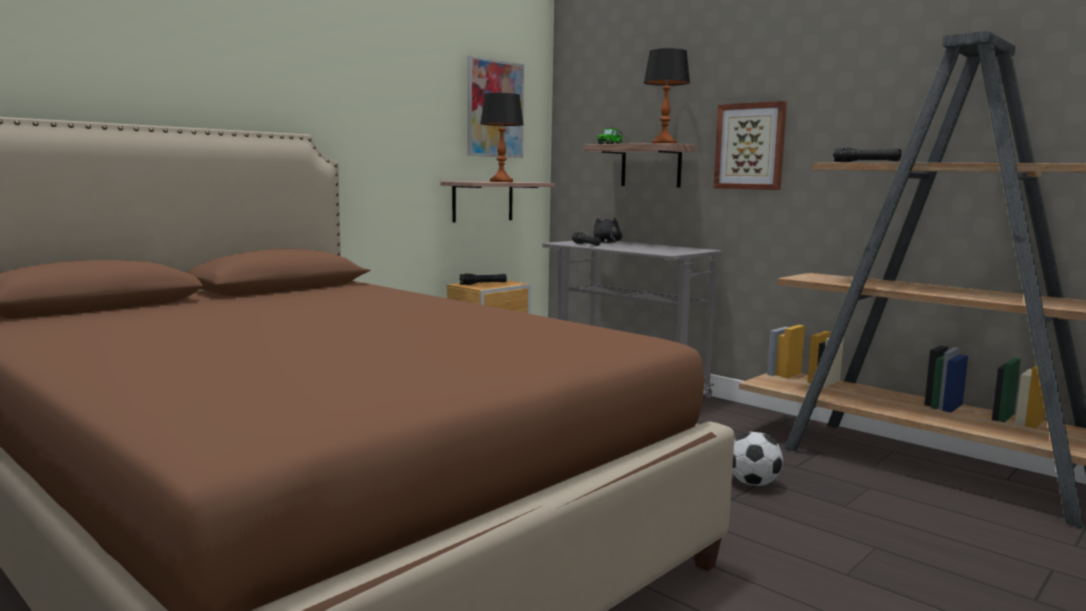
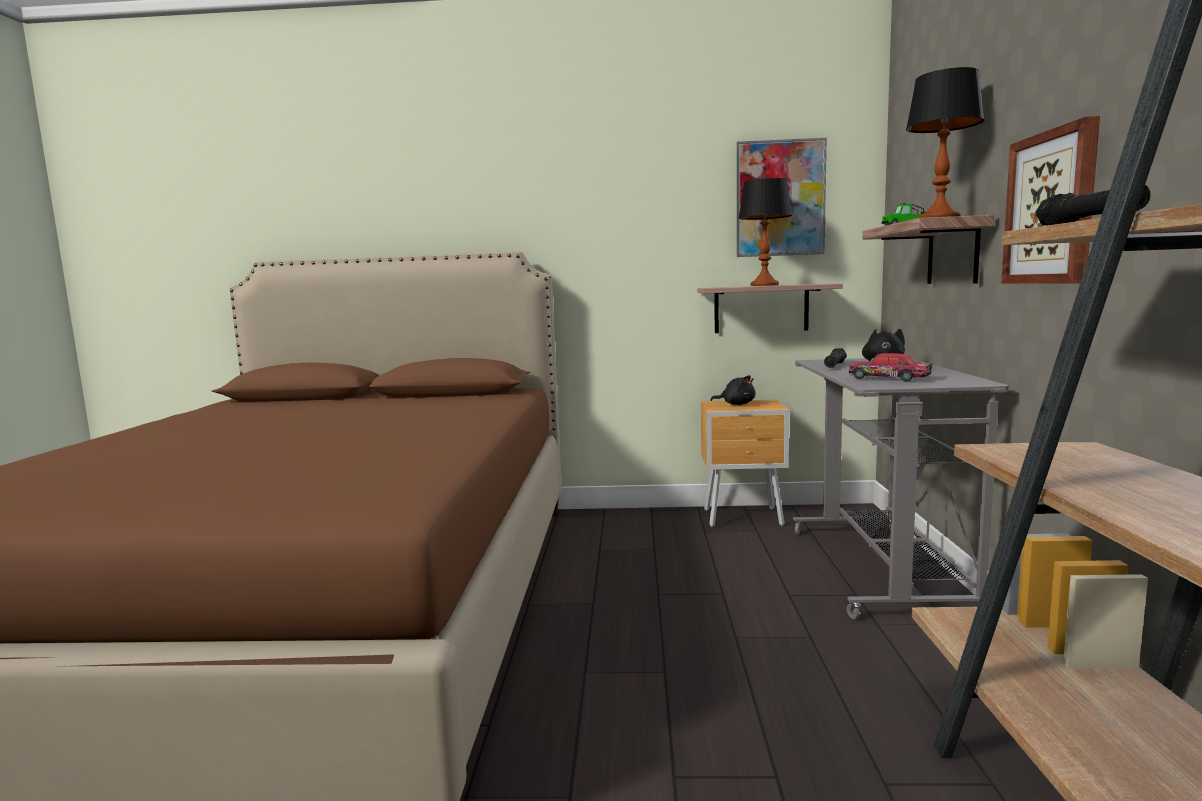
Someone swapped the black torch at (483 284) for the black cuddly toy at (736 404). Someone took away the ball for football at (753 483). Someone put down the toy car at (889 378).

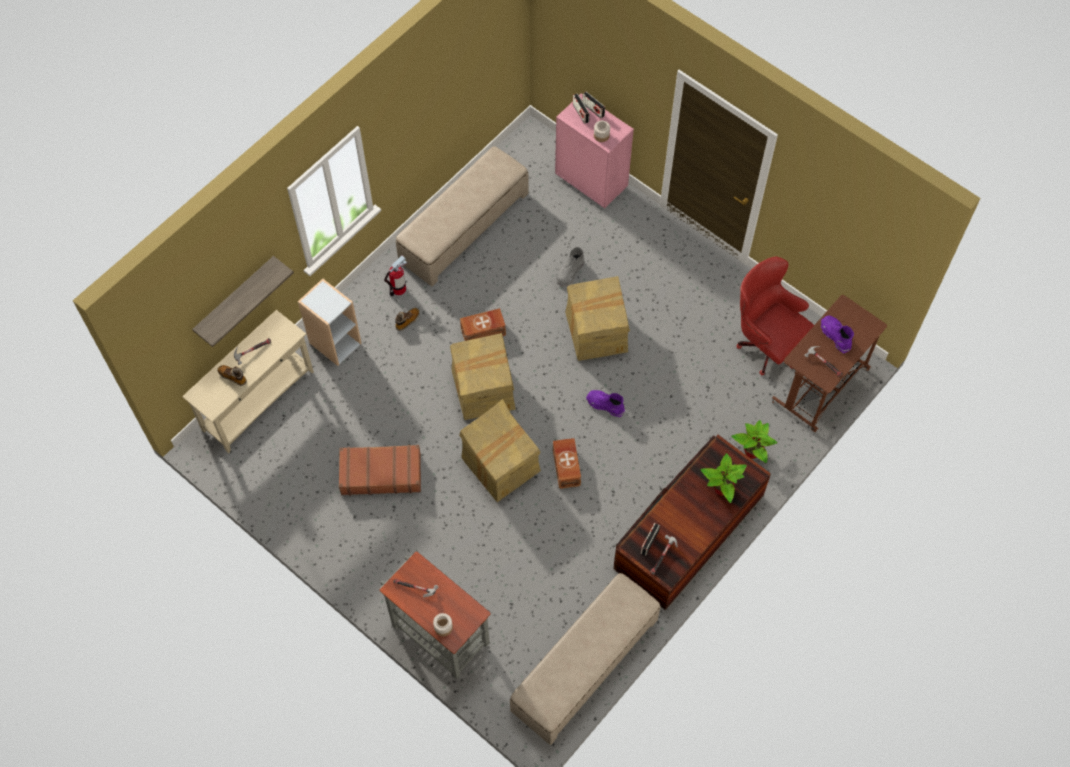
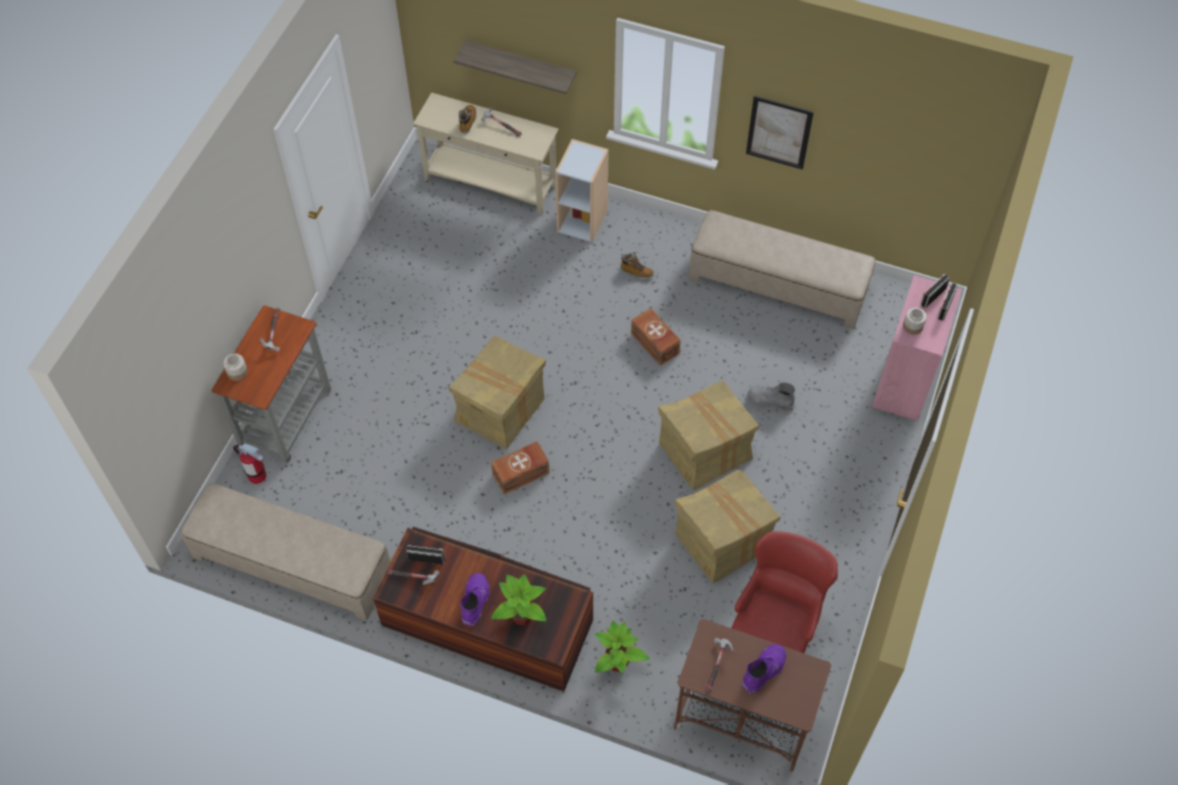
Someone carried the fire extinguisher from (398 289) to (256 475). Someone carried the cardboard box from (483 390) to (722 541). Someone carried the purple boot from (605 405) to (475 601). Someone took away the brown-coloured suitcase at (380 473). Someone put up the picture at (779 132).

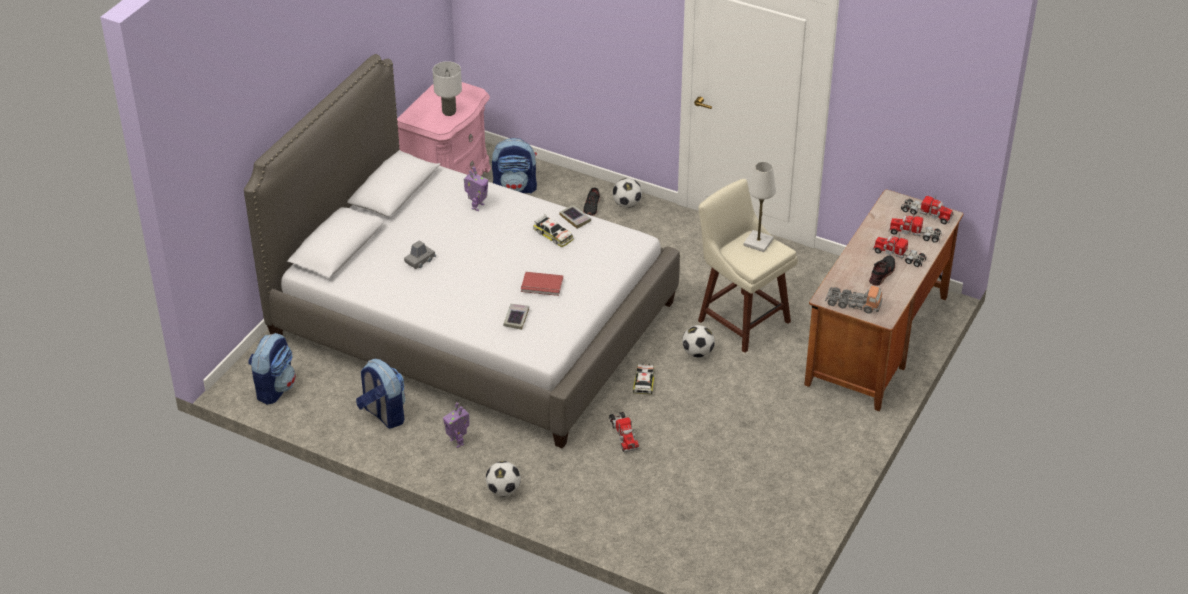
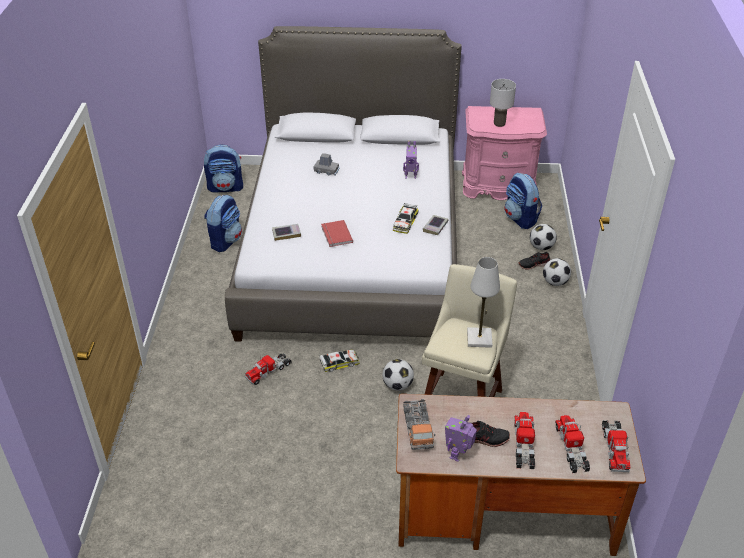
Someone carried the robot figure from (458 442) to (458 455). Someone carried the ball for football from (503 490) to (541 247).

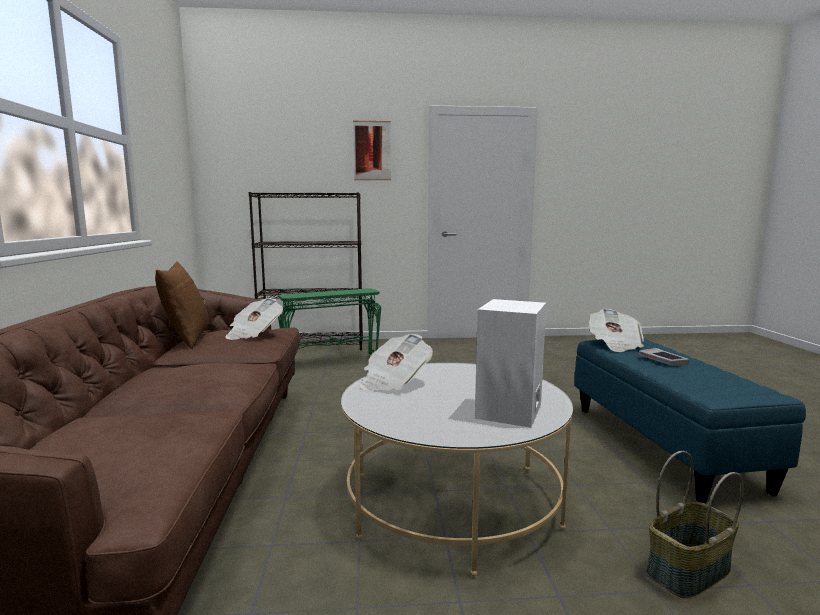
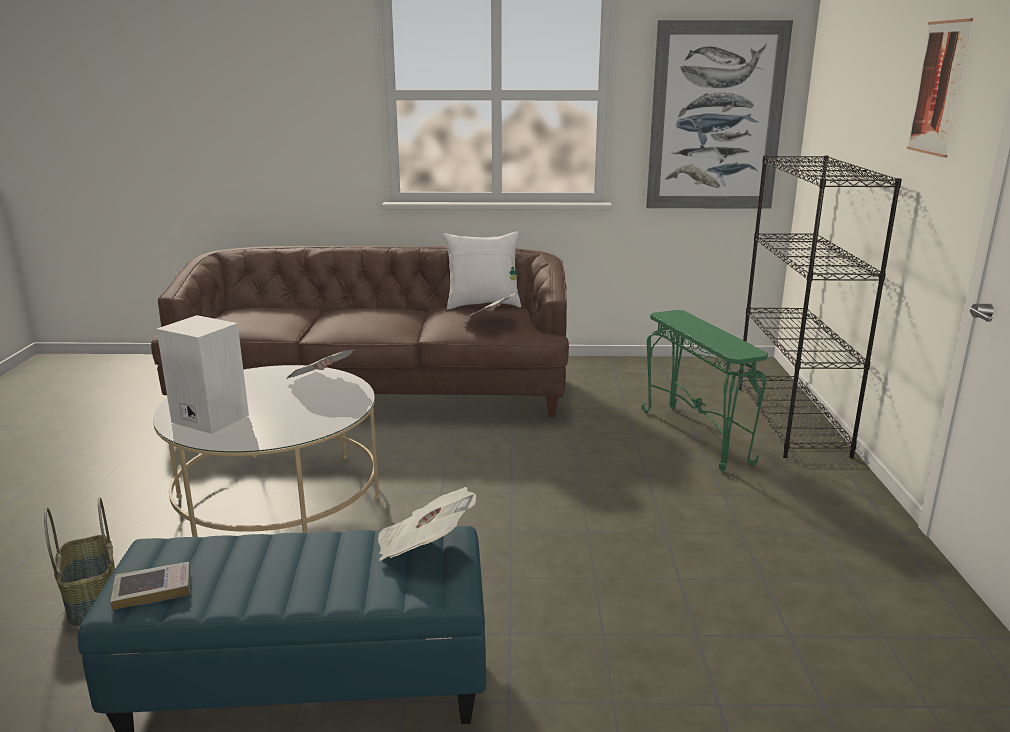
Someone repainted the brown-coloured cushion at (187 339), which became the whitish cushion at (483 305). Someone carried the book from (662 360) to (153 590). Someone put up the picture at (716 117).

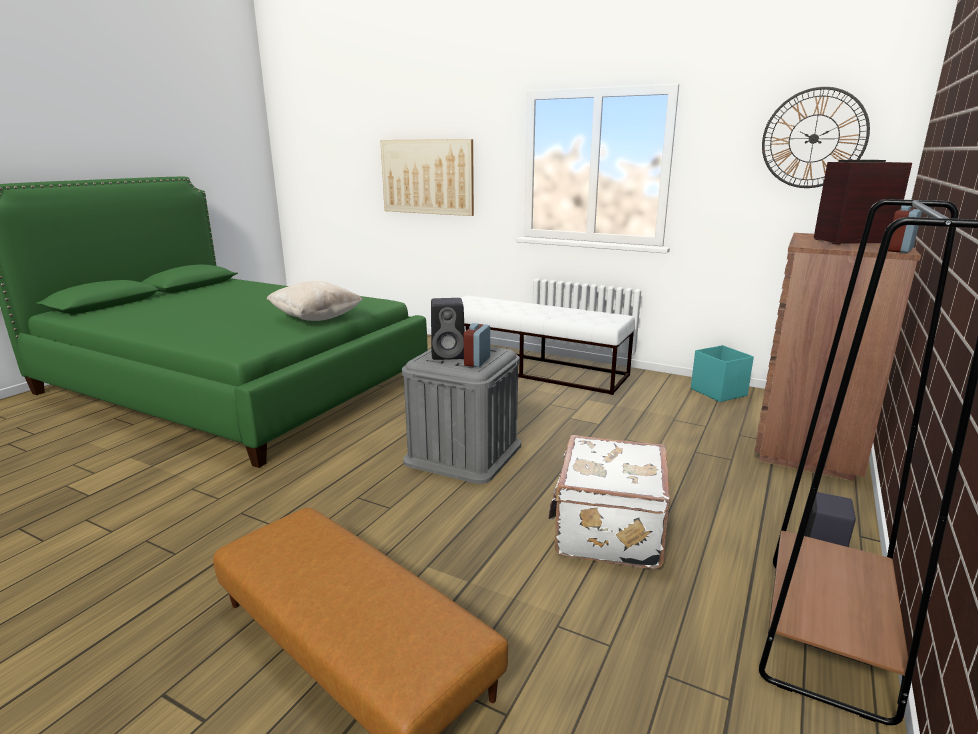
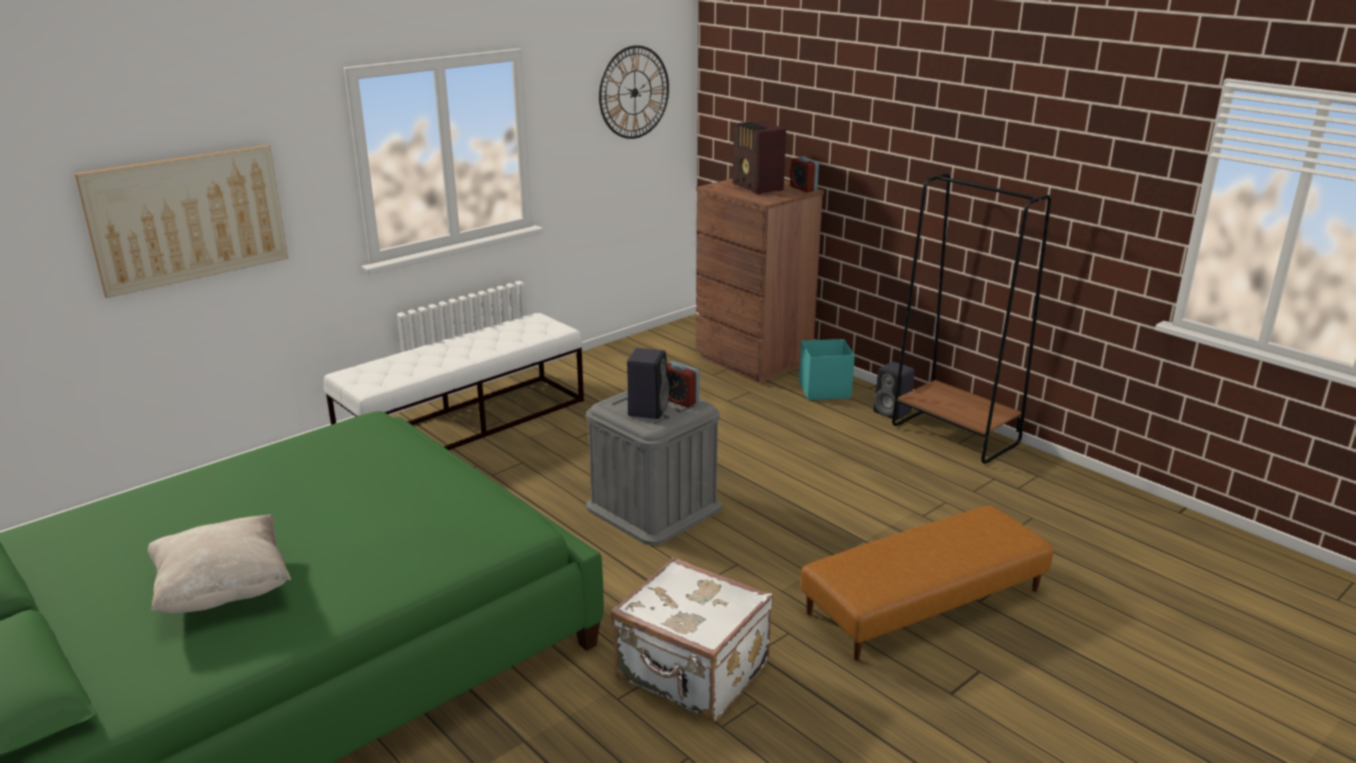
Someone rotated the radio set at (850 241) by 45 degrees counterclockwise. Someone carried the beige cushion from (316 319) to (223 591). Someone carried the turquoise storage bin from (718 392) to (823 390). Someone carried the whitish suitcase from (606 531) to (691 673).

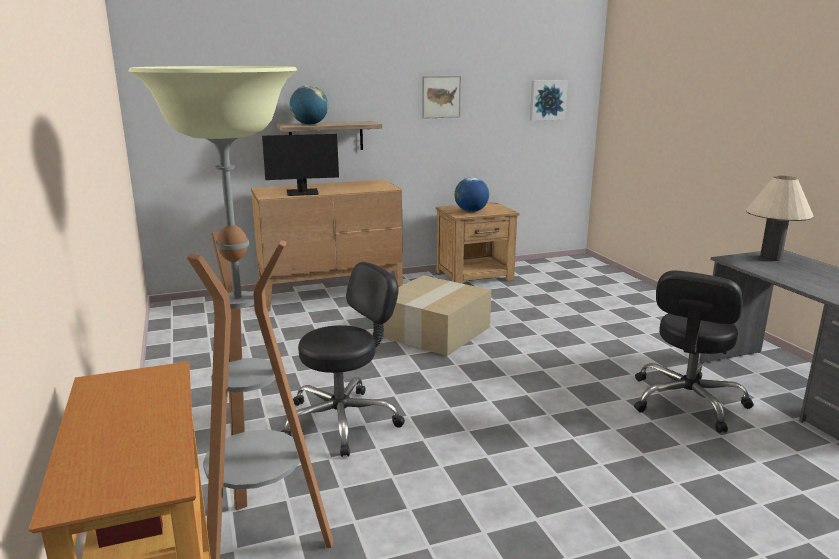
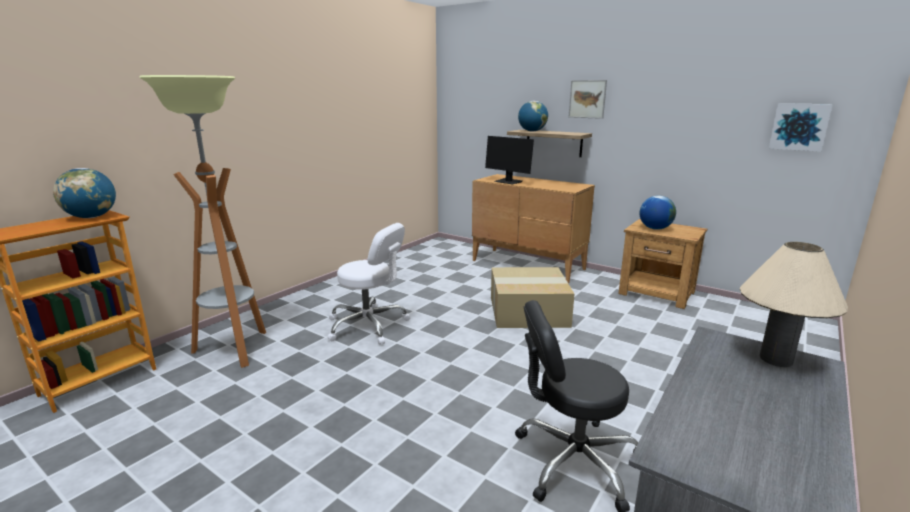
Someone carried the picture from (441 97) to (587 99). Someone repainted the black desk chair at (345 420), which became the whitish desk chair at (371 326). Someone put down the desk globe at (91 217).

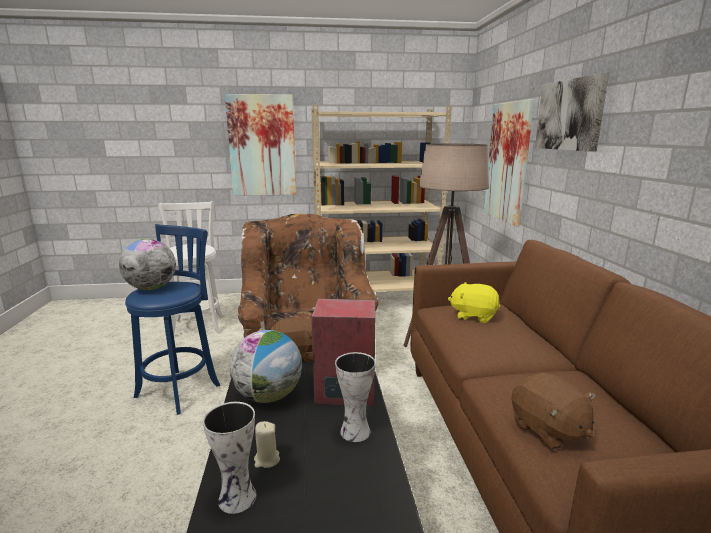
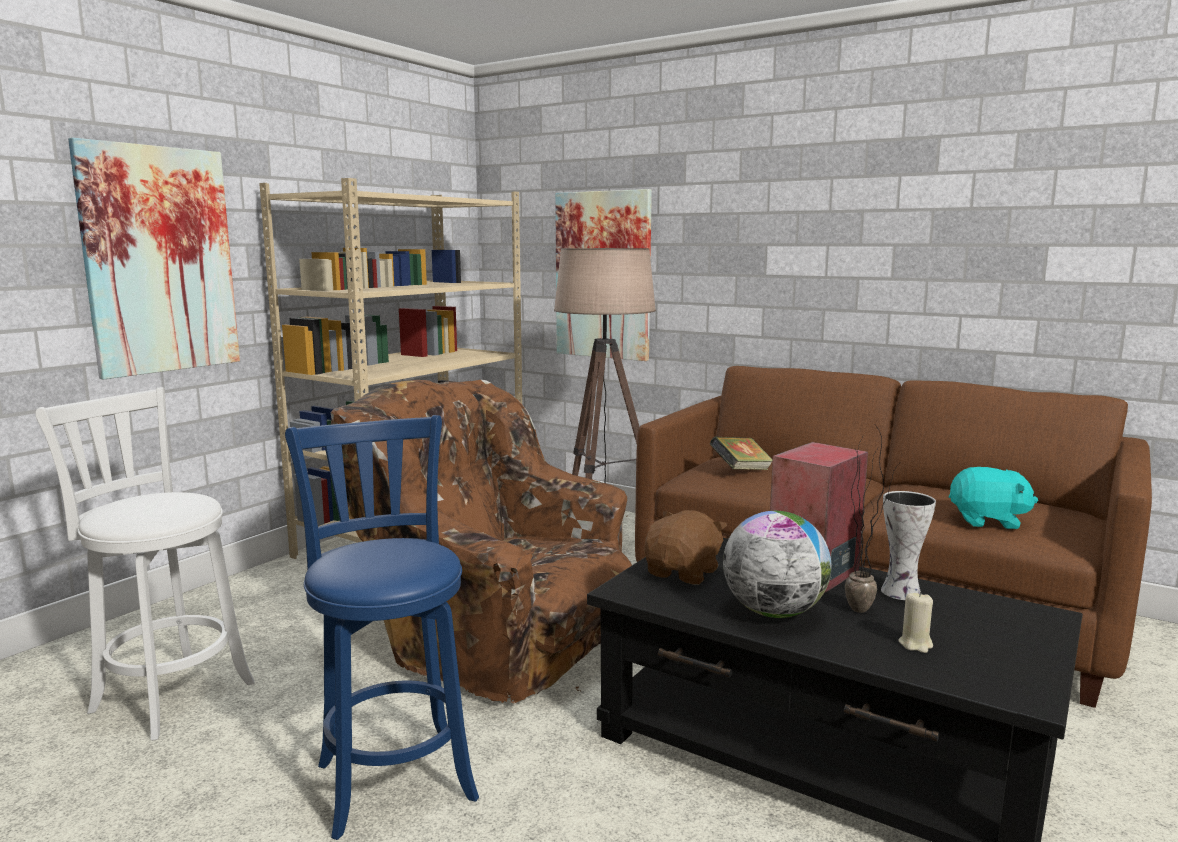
Someone took away the picture at (569 115). Someone took away the desk globe at (151 288). Someone swapped the yellow-coloured cuddly toy at (473 316) for the book at (741 471). Someone repainted the brown-coloured cuddly toy at (548 430), which became the turquoise cuddly toy at (988 521). Someone took away the flower vase at (239 498). Someone put down the houseplant at (865 607).

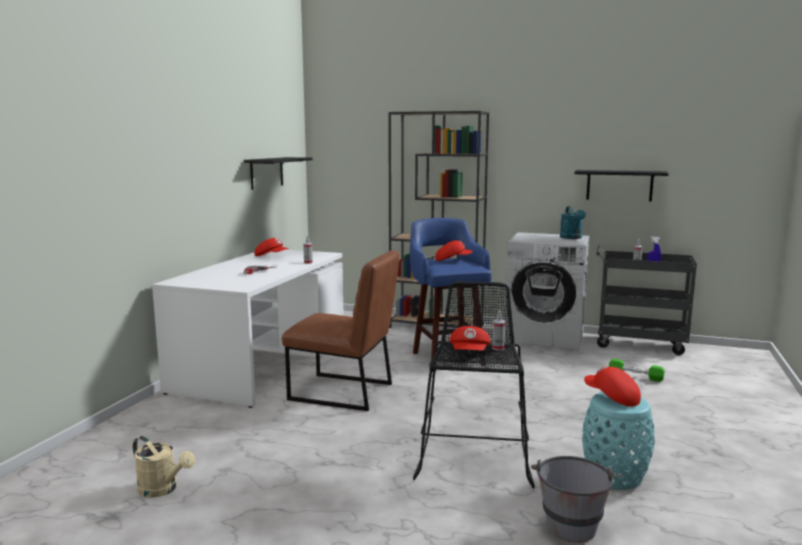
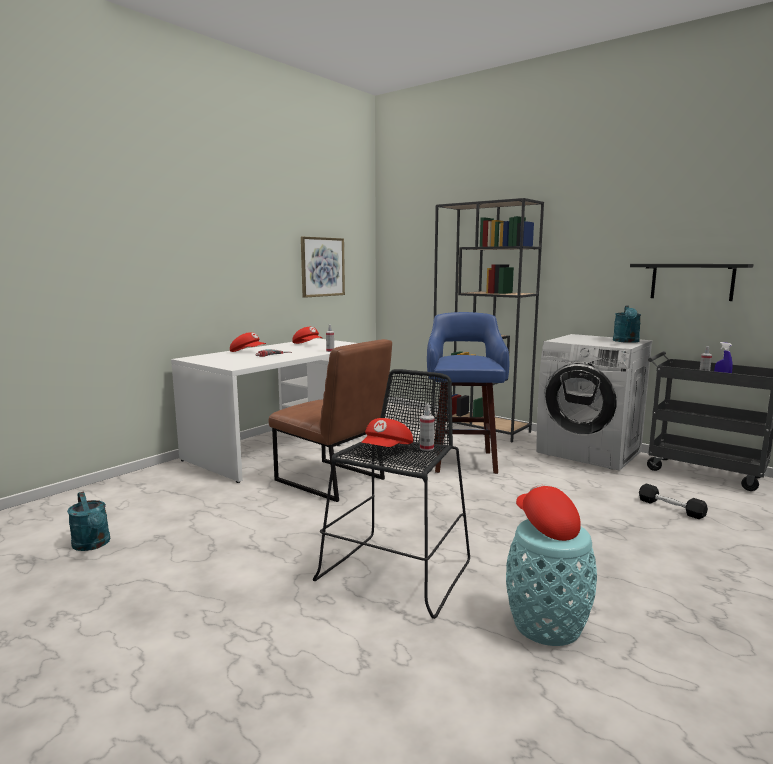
Someone swapped the black shelf at (266 173) for the picture at (322 267). Someone carried the red peaked cap from (452 260) to (248 352). Someone repainted the green-coloured dumbbell at (635 376), which became the black dumbbell at (670 508). Someone repainted the beige watering pot at (163 489), which became the turquoise watering pot at (93 545). Someone took away the gray water bucket at (570 522).

